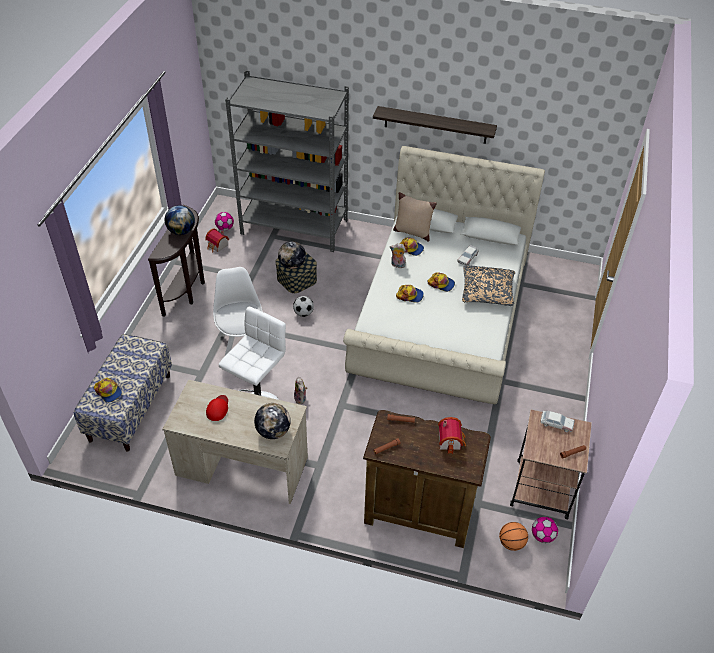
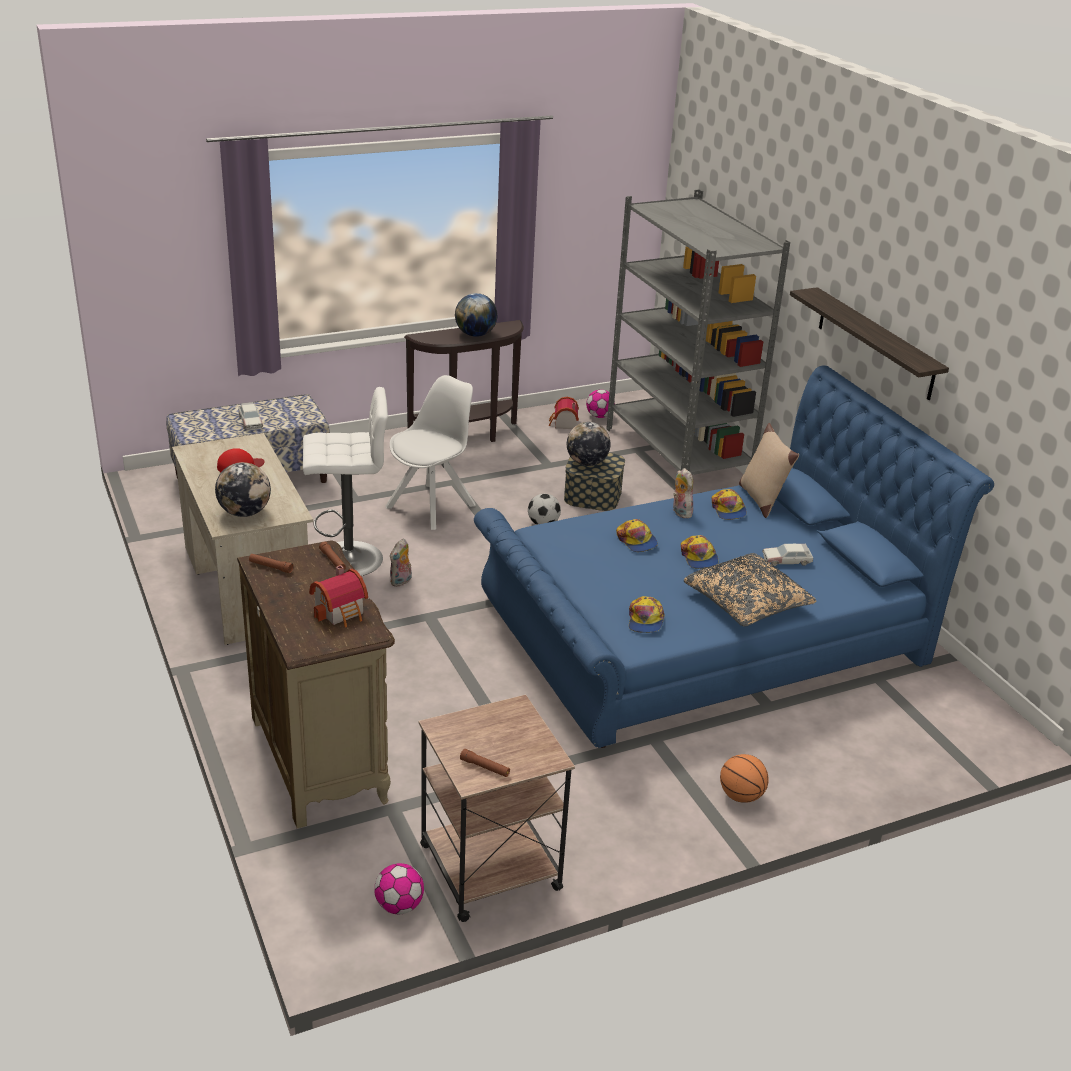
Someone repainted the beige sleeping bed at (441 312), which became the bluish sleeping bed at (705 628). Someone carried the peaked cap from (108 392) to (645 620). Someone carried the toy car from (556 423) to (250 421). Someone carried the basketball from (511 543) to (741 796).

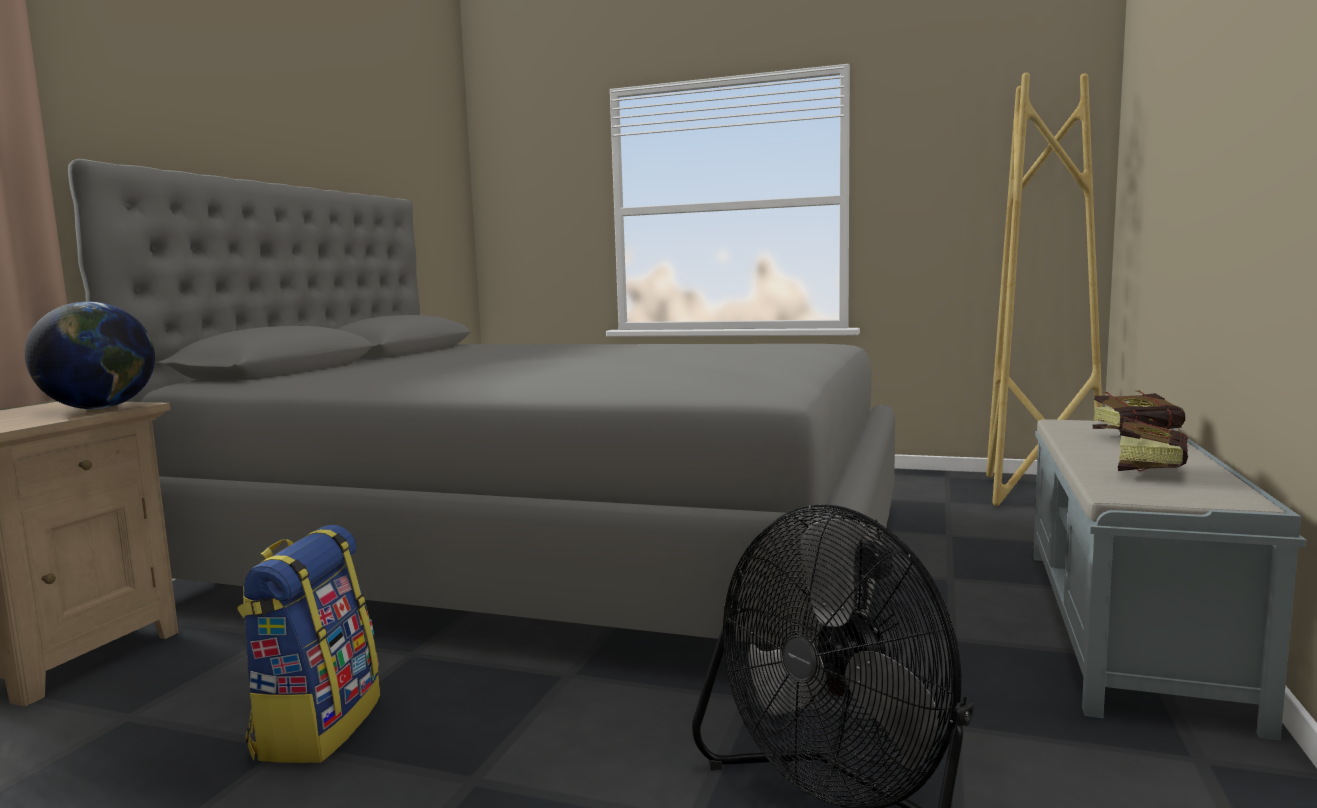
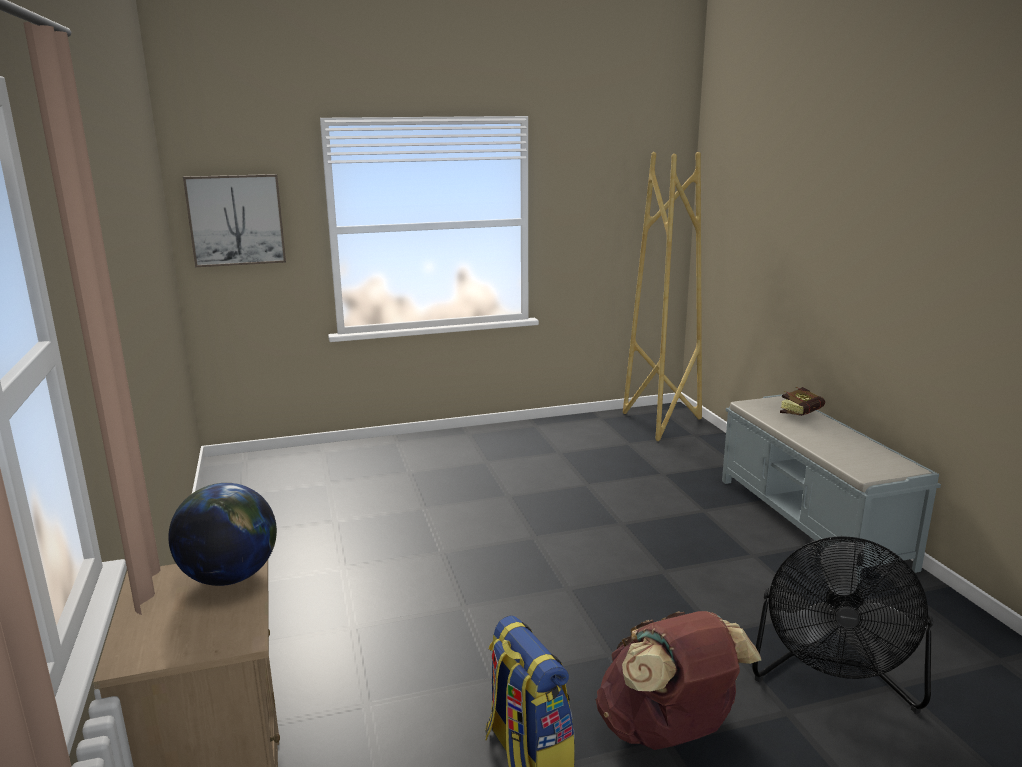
Someone took away the gray sleeping bed at (554 552). Someone took away the book at (1150 471). Someone put up the picture at (236 220). Someone put down the brown-coloured knapsack at (668 732).

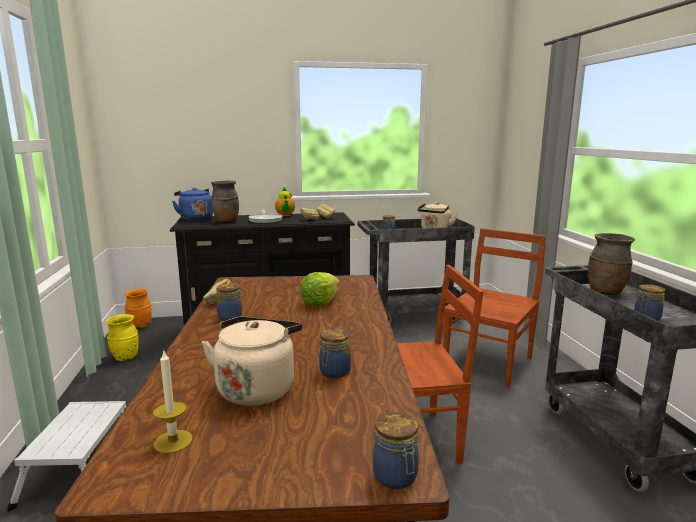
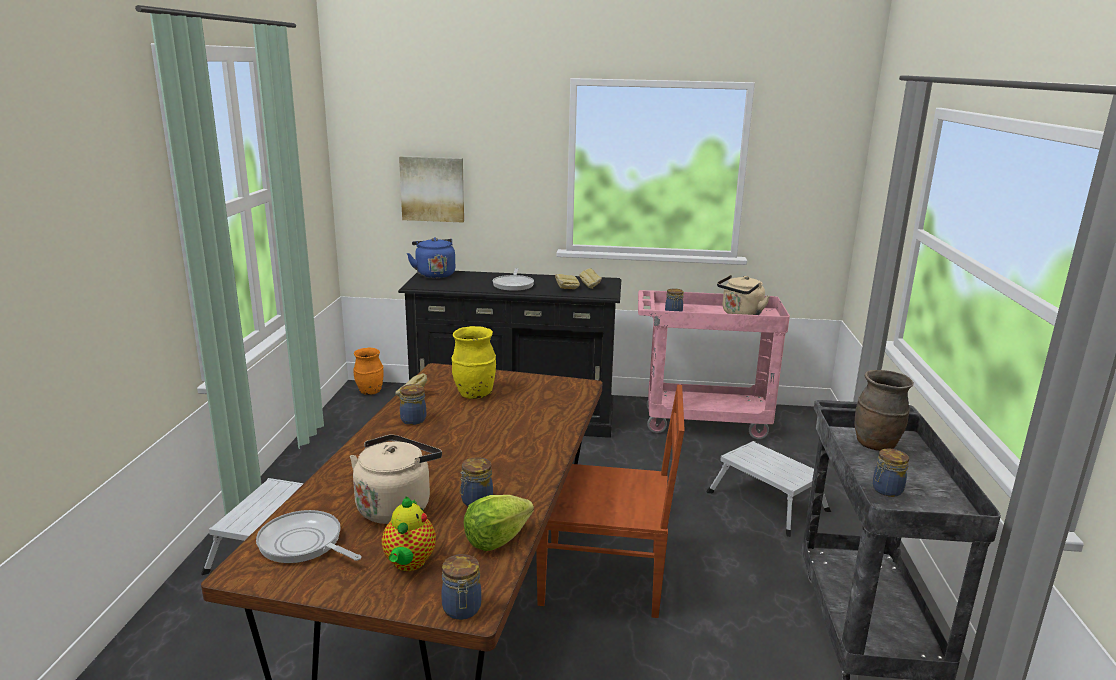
Someone took away the brown-coloured flower vase at (226 222). Someone carried the pot for tea from (285 215) to (409 564). Someone repainted the gray trolley at (411 318), which became the pink trolley at (699 424). Someone swapped the brown-coloured chair at (489 362) for the whitish stepladder at (768 502). Someone carried the lettuce from (320 302) to (496 539). Someone carried the yellow-coloured flower vase from (125 358) to (474 394). Someone swapped the wax light at (173 441) for the skillet at (304 544). Someone put up the picture at (432 189).

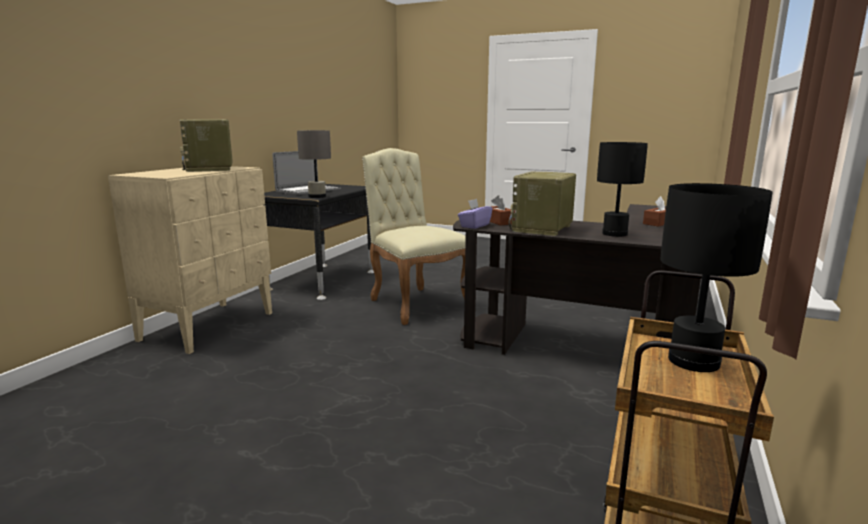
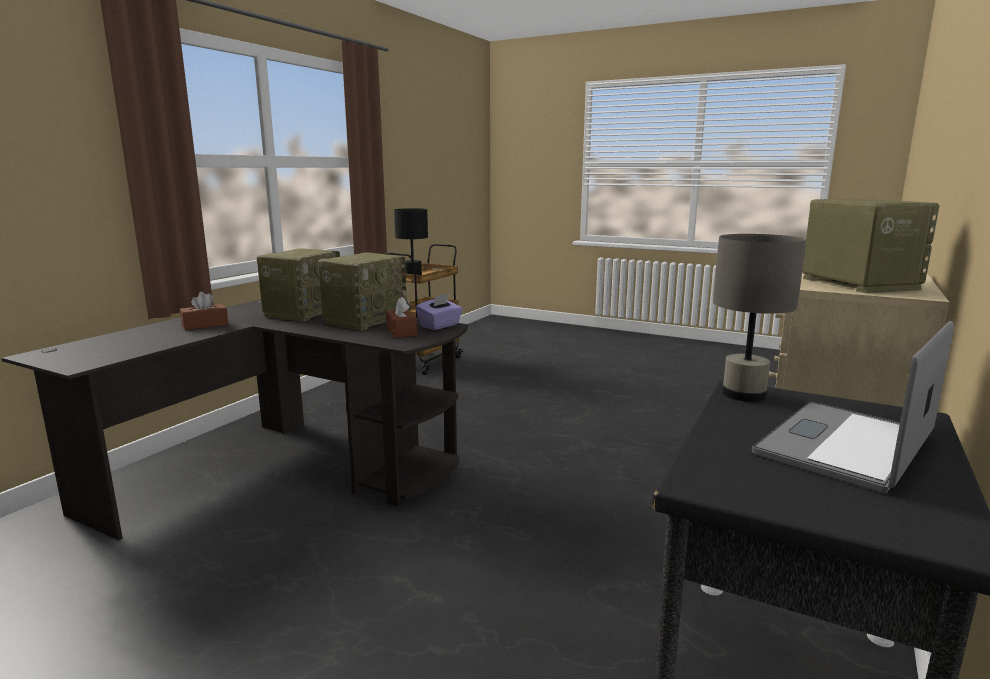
Someone swapped the black tabletop lamp at (615 234) for the radio set at (304 312). Someone took away the beige chair at (415 303).

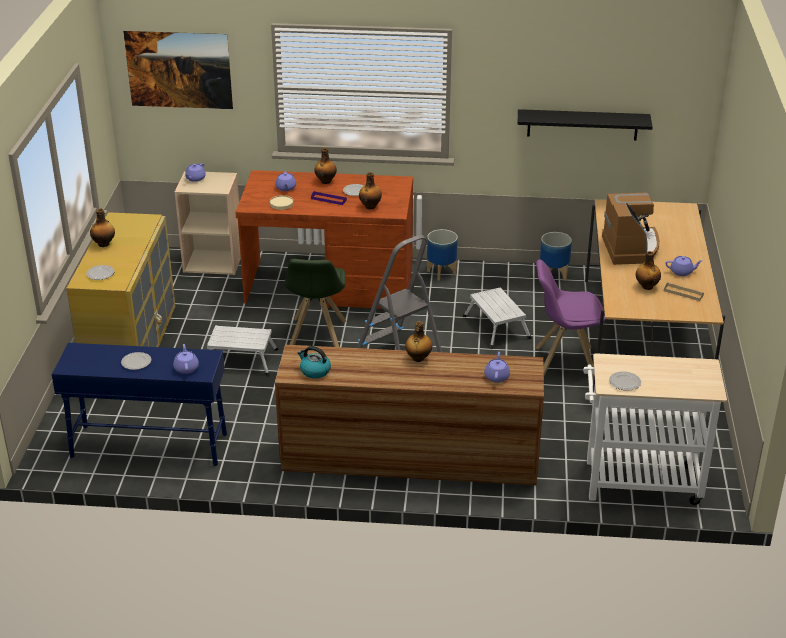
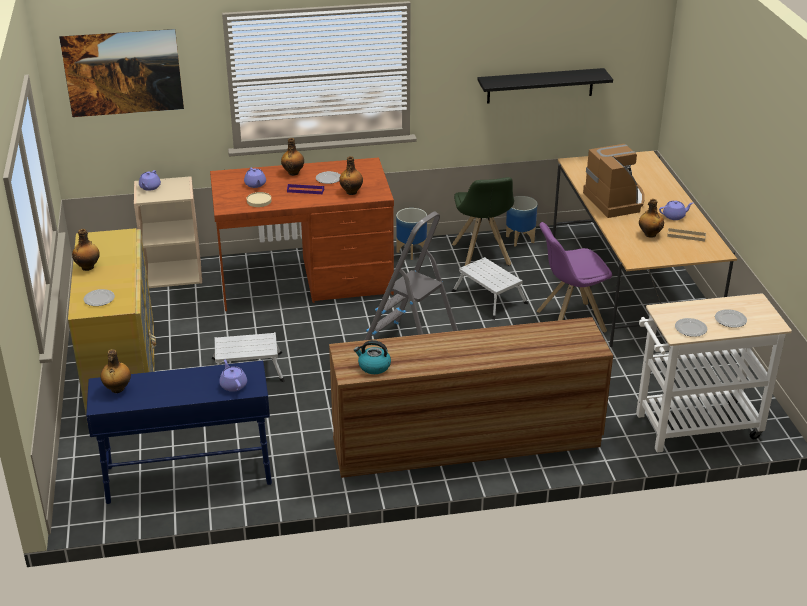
Someone carried the green-coloured chair from (317 334) to (481 254). Someone carried the bottle from (418 358) to (117 389). Someone carried the dinner plate from (136 362) to (730 320). Someone took away the purple pot for tea at (497 376).

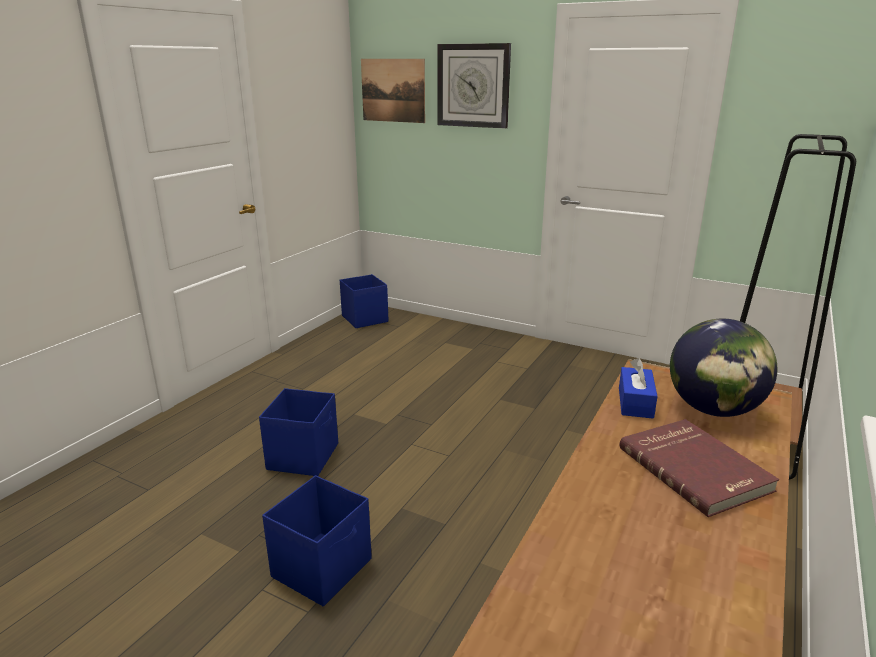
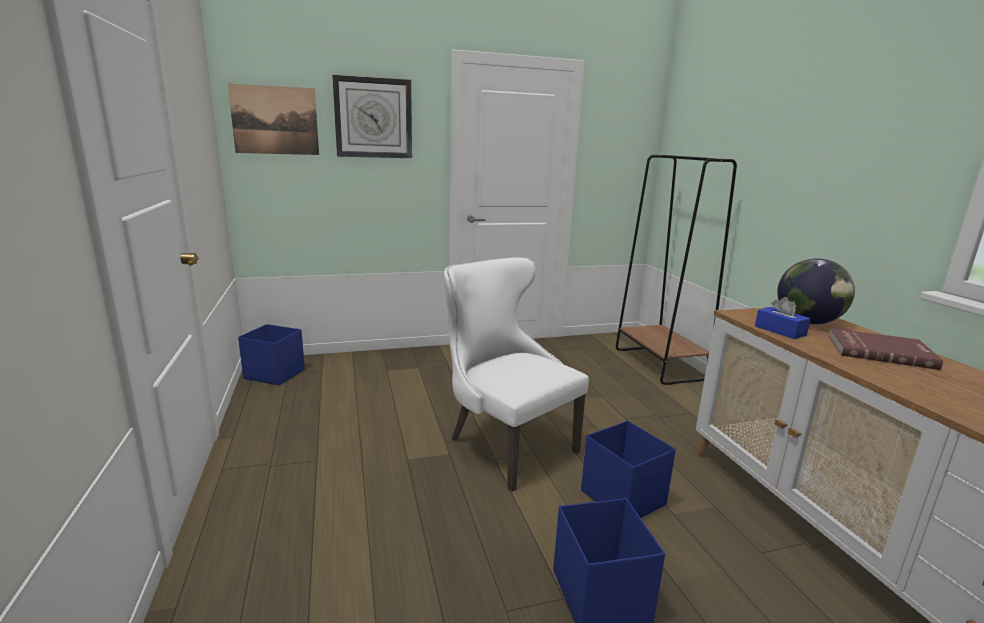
Someone carried the bluish storage bin from (304 456) to (622 497). Someone put down the whitish chair at (506 445).

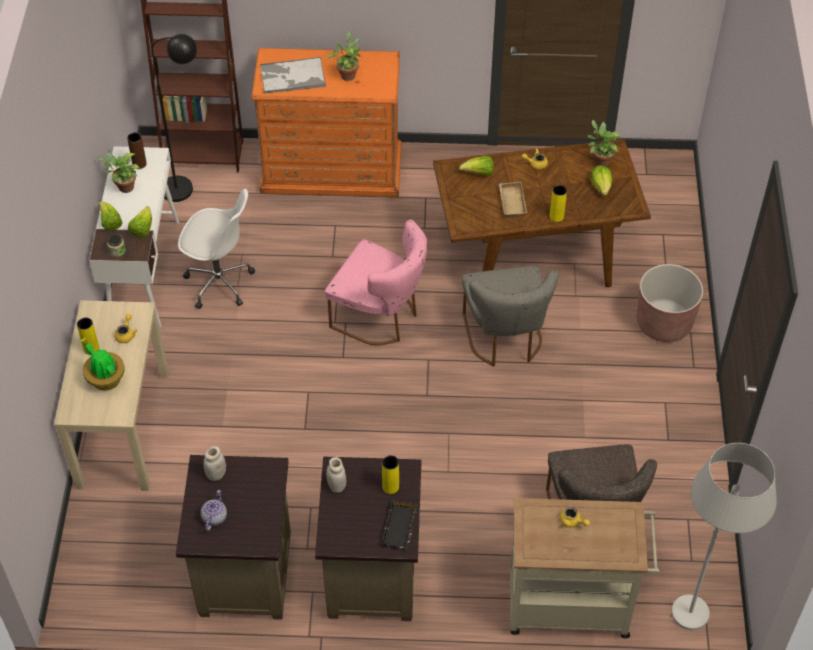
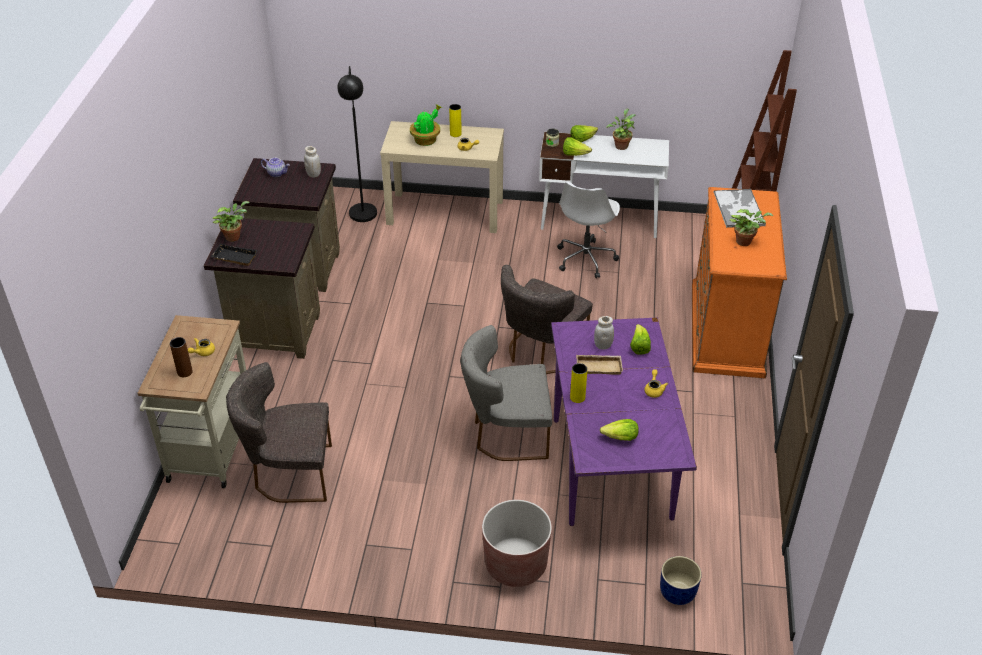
Someone carried the black standard lamp from (187 188) to (363 219). Someone carried the houseplant from (600 160) to (234 236). Someone carried the brown-coloured flower vase from (139 164) to (184 372). Someone repainted the brown-coloured kitchen table at (533 258), which became the purple kitchen table at (611 465). Someone repainted the pink chair at (380 317), which became the gray chair at (541 352). Someone took away the whitish standard lamp at (700 598). Someone took away the yellow-coloured flower vase at (390 487). Someone carried the whitish storage jar from (337 486) to (603 345). Someone put down the bluish planter at (677 593).

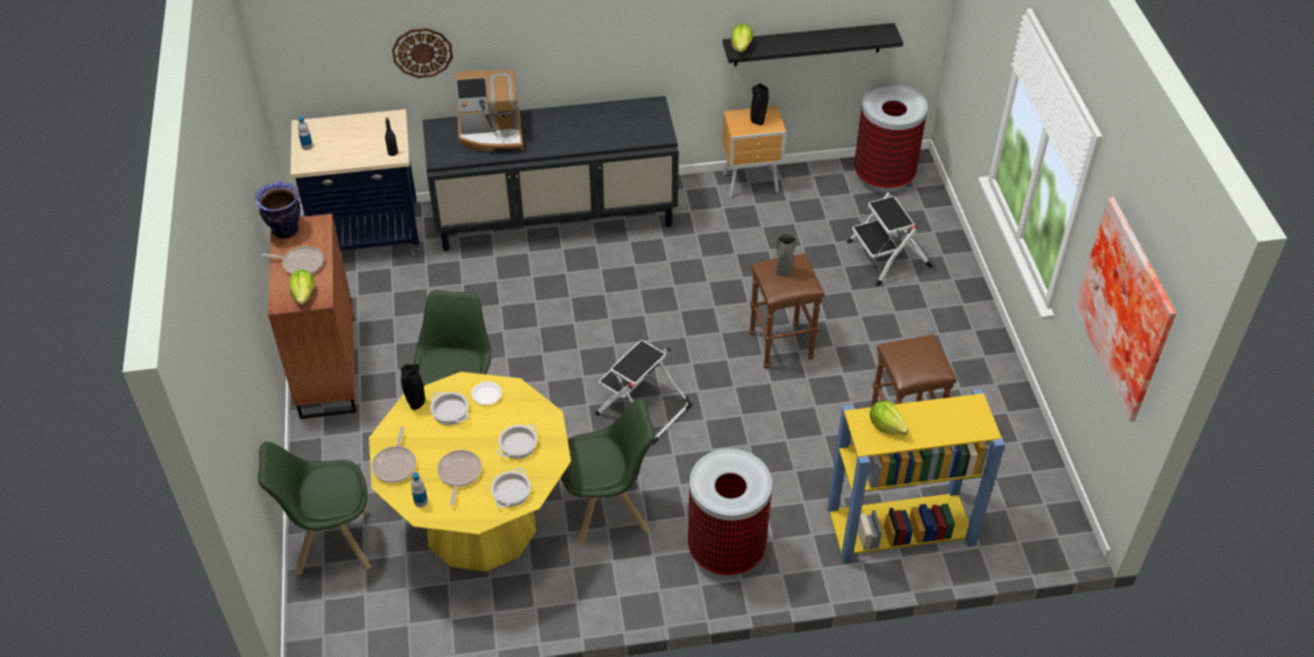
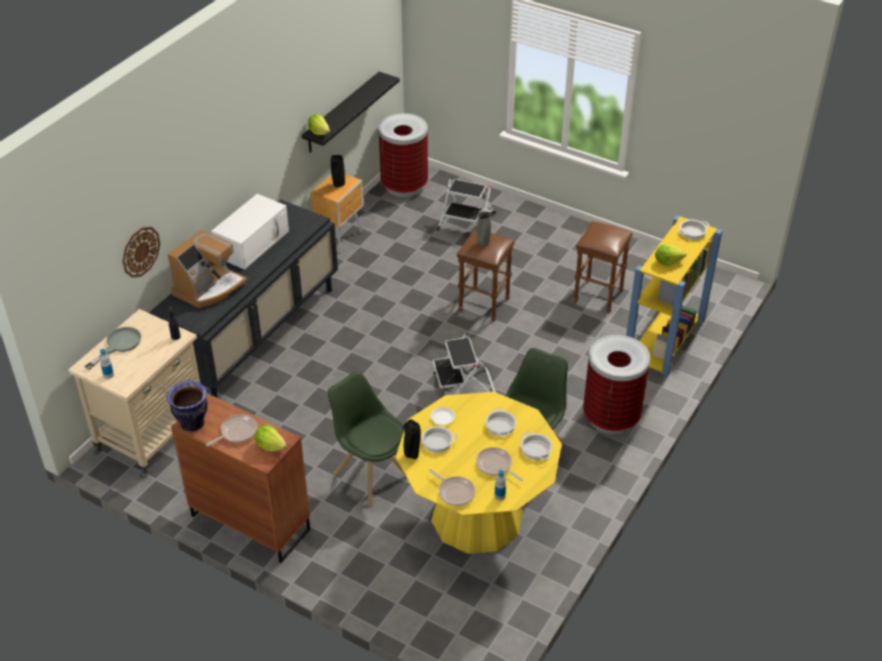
Someone repainted the bluish trolley at (368 237), which became the beige trolley at (151 435). Someone took away the picture at (1129 308). Someone took away the green-coloured chair at (332 543). Someone put down the whitish kitchen microwave at (253 243). Someone put down the cooking pot at (692 232). Someone put down the gray skillet at (119 345).

